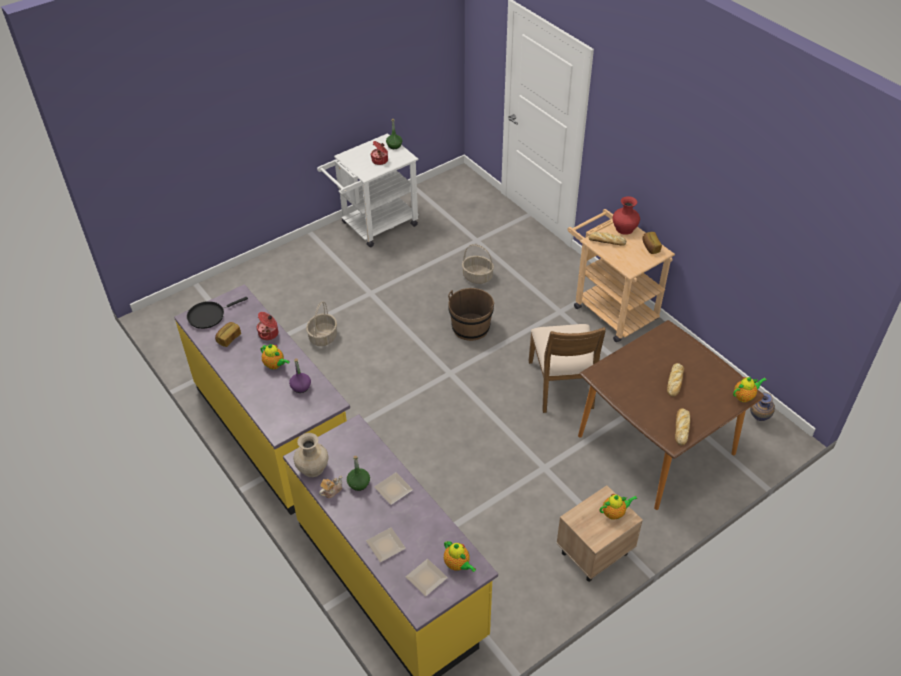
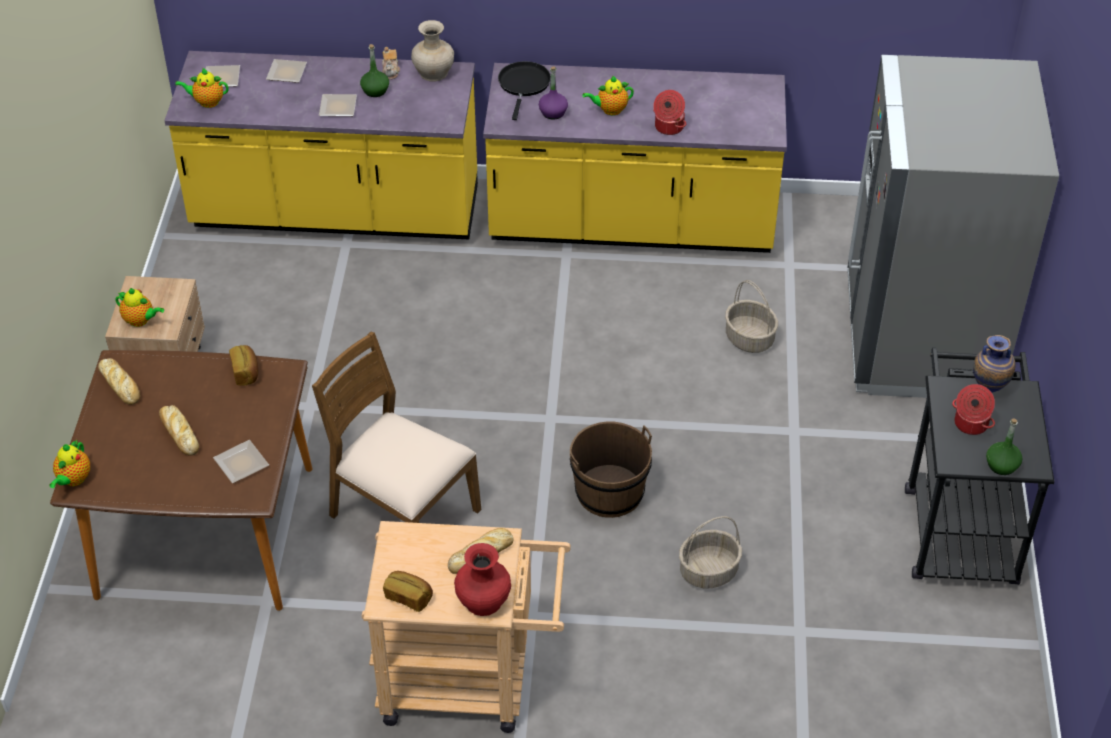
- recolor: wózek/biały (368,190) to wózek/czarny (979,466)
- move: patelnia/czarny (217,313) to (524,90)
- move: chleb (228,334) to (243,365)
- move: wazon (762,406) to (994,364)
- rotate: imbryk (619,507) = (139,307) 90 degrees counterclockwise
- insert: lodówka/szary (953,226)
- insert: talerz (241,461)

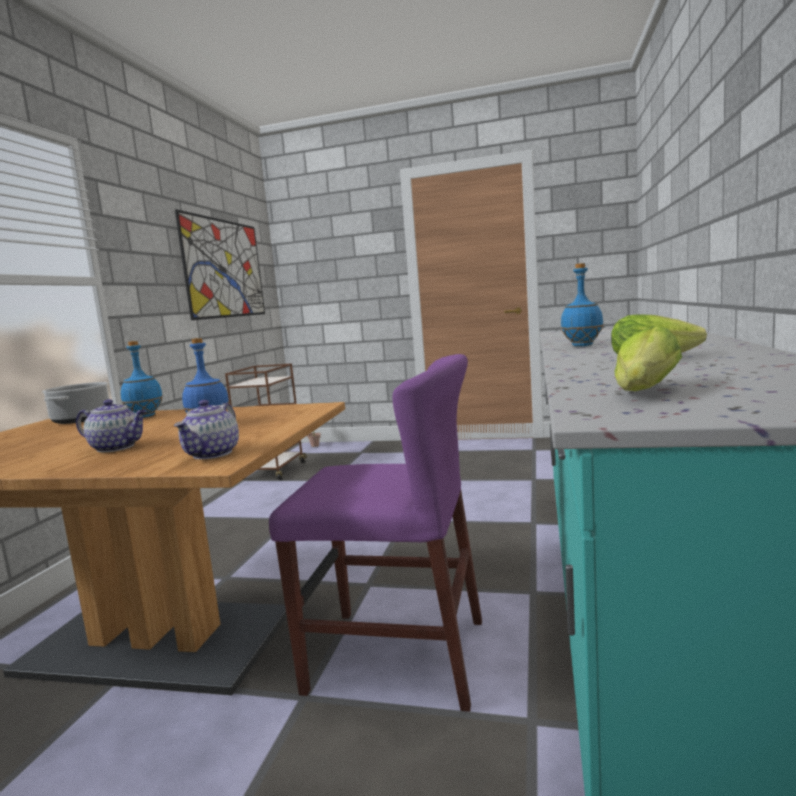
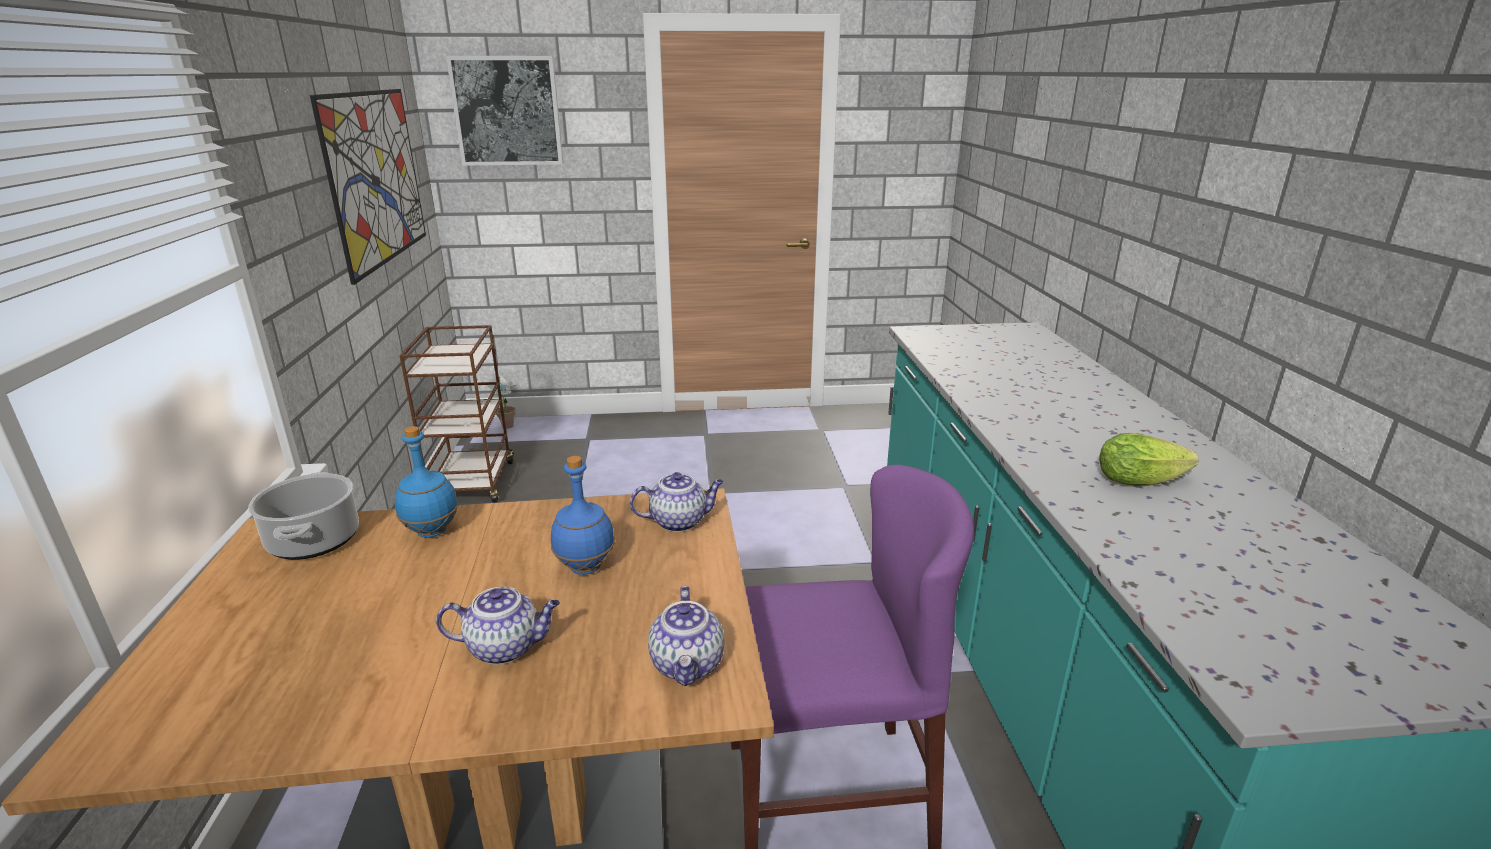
- delete: butelka/niebieski (582,304)
- delete: sałata (648,358)
- insert: obraz (504,111)
- insert: imbryk (677,502)

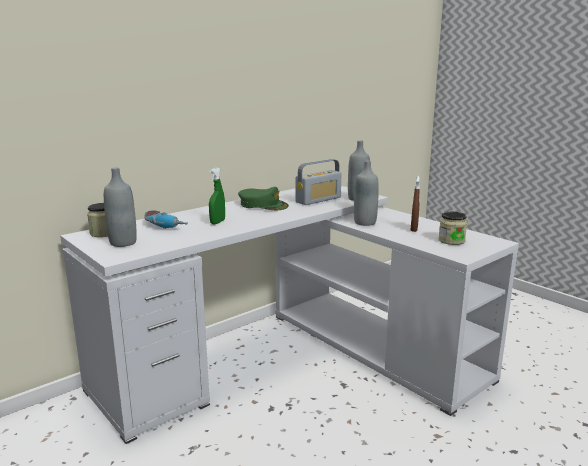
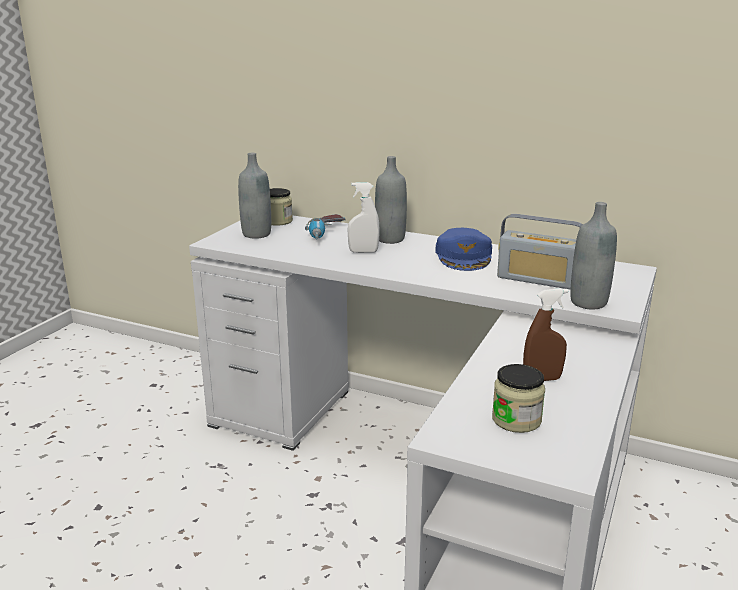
- move: butelka/szary (366,193) to (391,200)
- recolor: spryskiwacz/zielony (217,196) to spryskiwacz/biały (364,217)
- recolor: czapka z daszkiem/zielony (263,198) to czapka z daszkiem/niebieski (463,249)

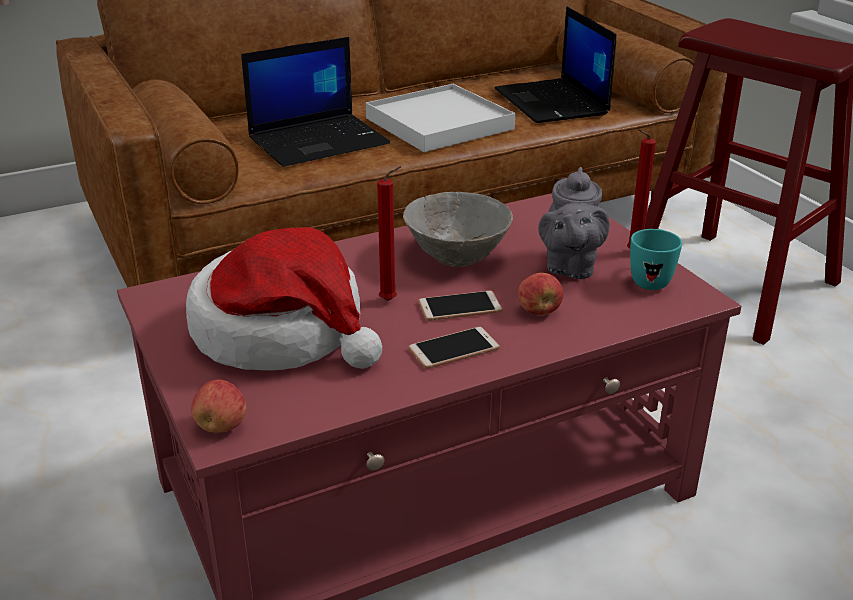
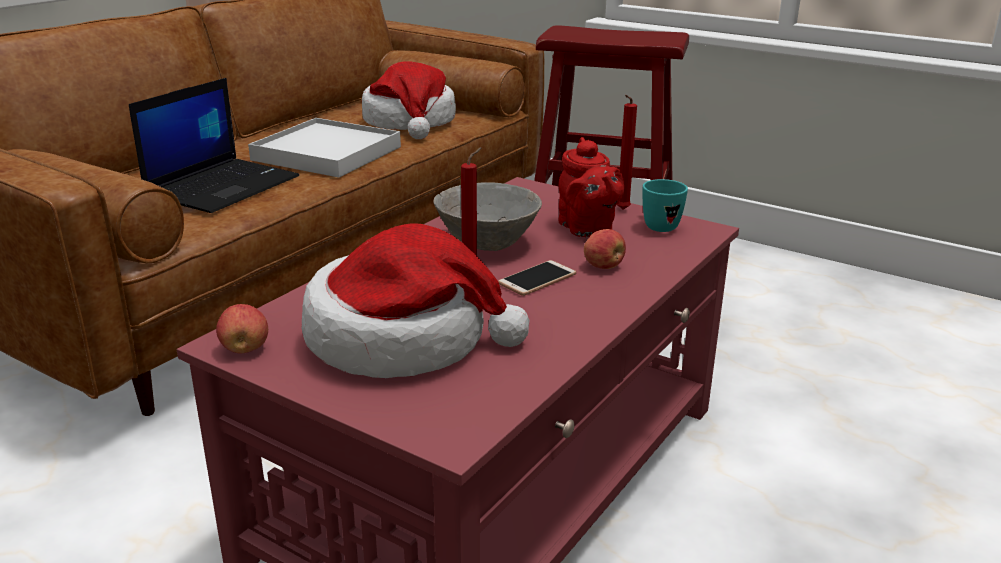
- replace: laptop (556,64) to kapelusz (409,100)
- recolor: imbryk/szary (574,223) to imbryk/czerwony (591,187)
- delete: telefon (454,348)
- move: jabłko (218,406) to (242,329)

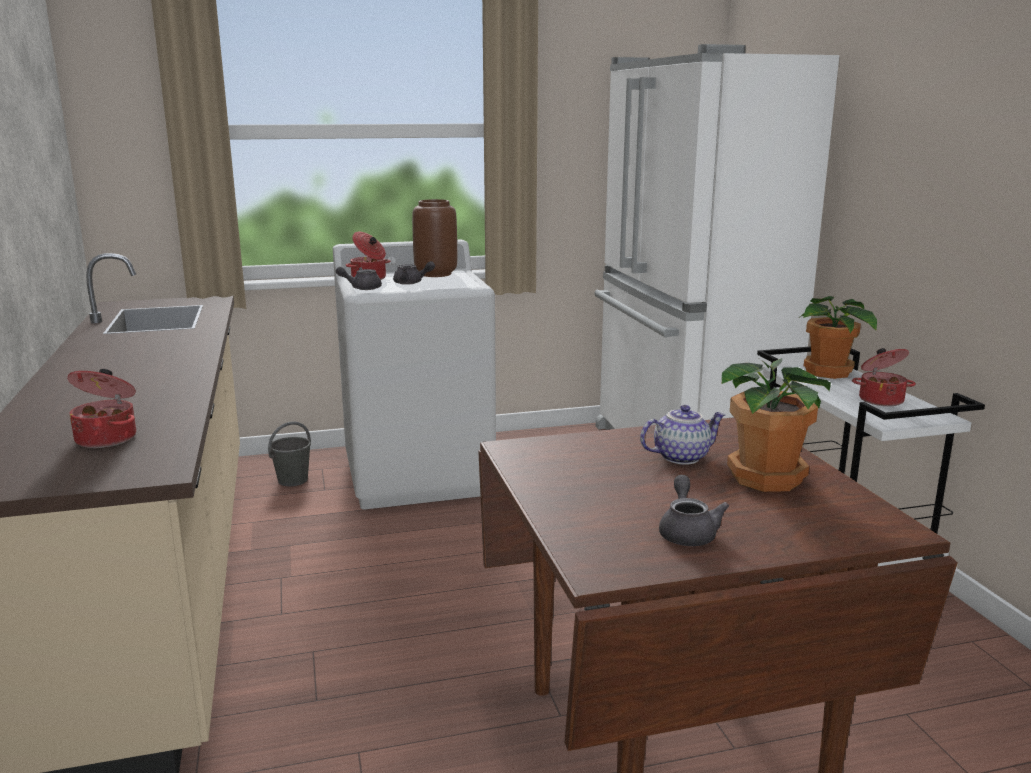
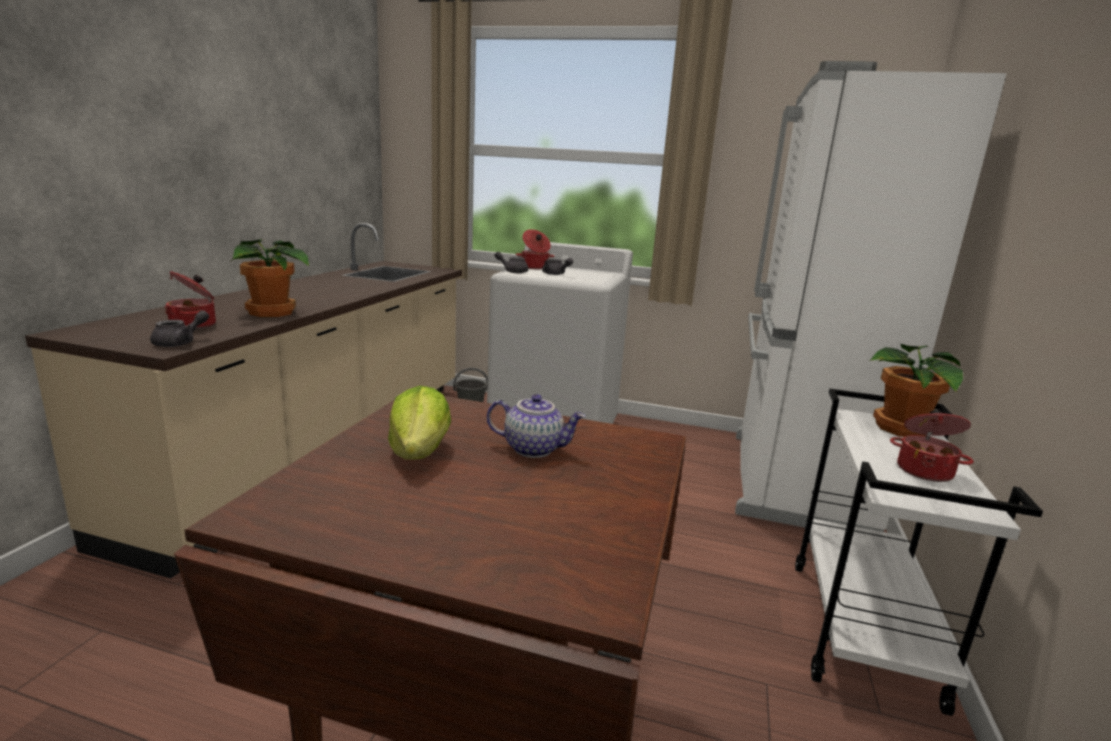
- delete: wazon/brązowy (434,238)
- move: roślina doniczkowa (776,425) to (270,278)
- move: imbryk/szary (694,510) to (179,328)
- insert: sałata (419,423)

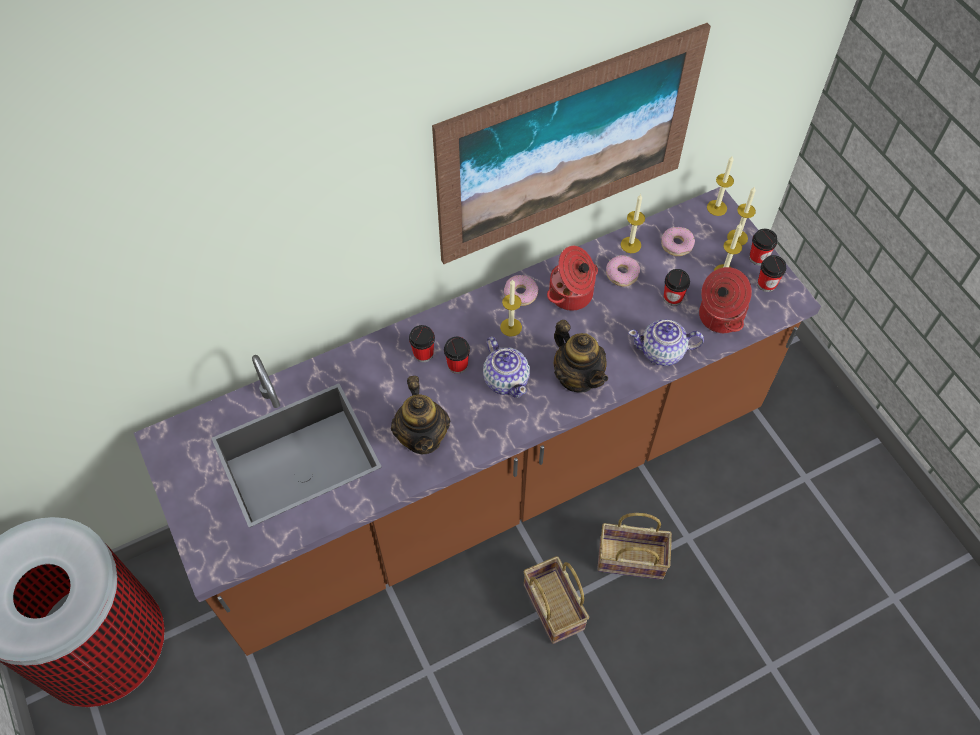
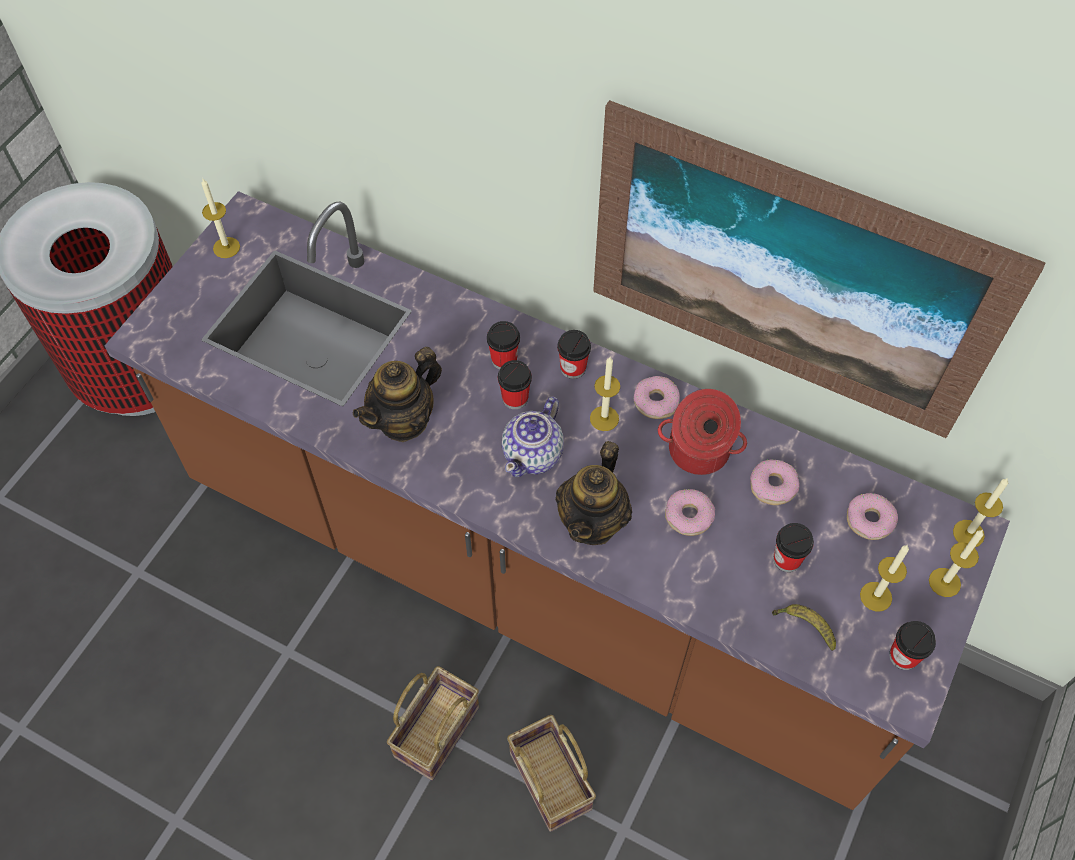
- move: świeca (633,223) to (220,218)
- move: filiżanka (763,247) to (574,354)
- replace: garnek (725,300) to banan (804,627)
- delete: imbryk (666,342)
- insert: donut (690,512)

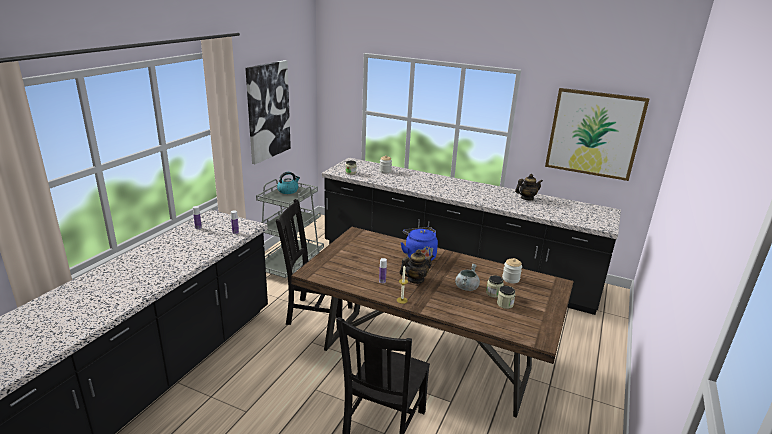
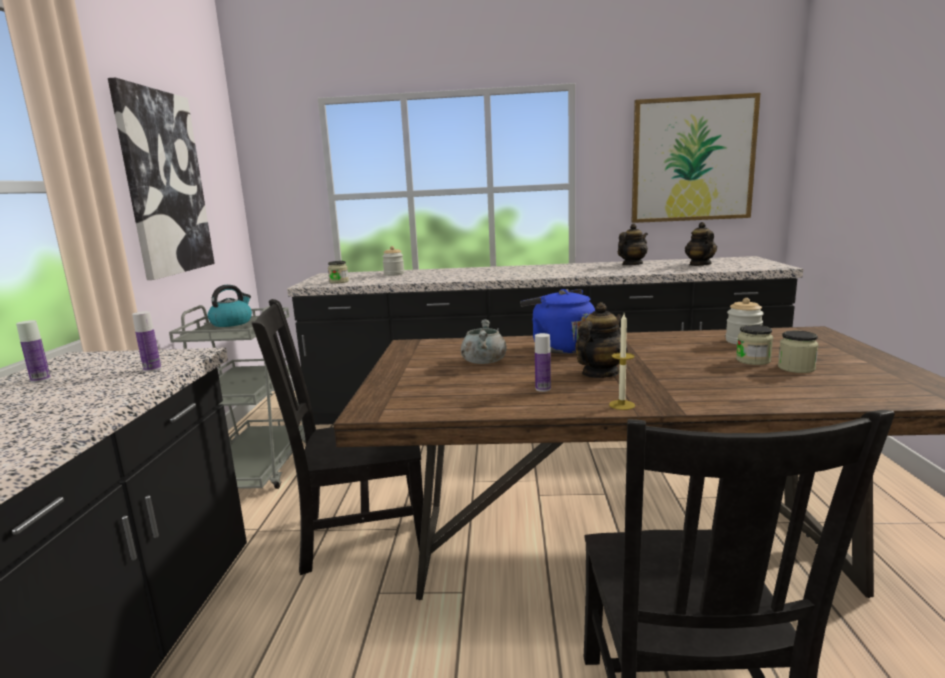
- move: garnek/szary (467,277) to (484,341)
- insert: imbryk (701,244)

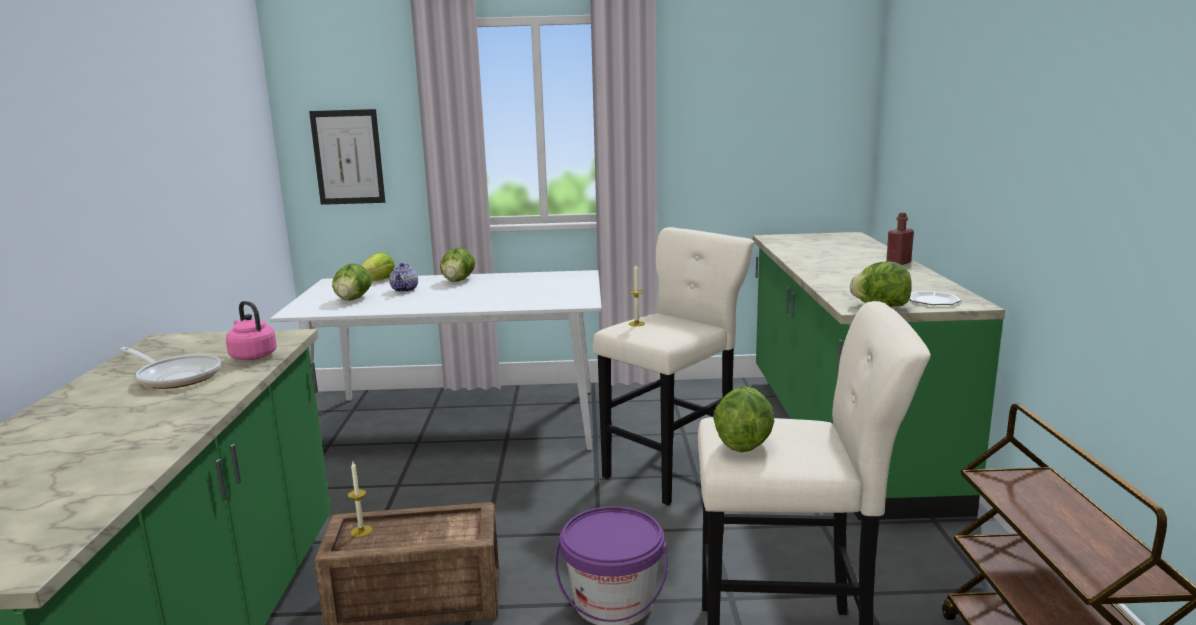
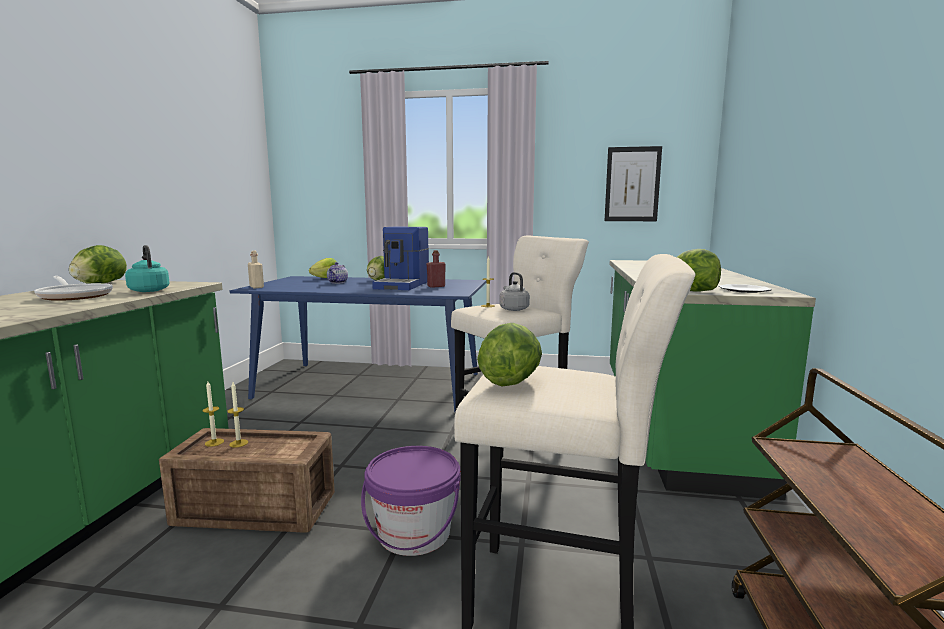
- move: obraz (347,157) to (633,183)
- move: butelka/czerwony (900,238) to (436,269)
- move: sałata (352,282) to (98,264)
- recolor: stół jadalny/biały (436,360) to stół jadalny/niebieski (358,344)
- recolor: czajnik/różowy (251,330) to czajnik/turkusowy (147,268)
- insert: ekspres do kawy (400,258)
- insert: butelka/beżowy (256,269)
- insert: czajnik/szary (514,291)
- insert: świeca (237,415)

